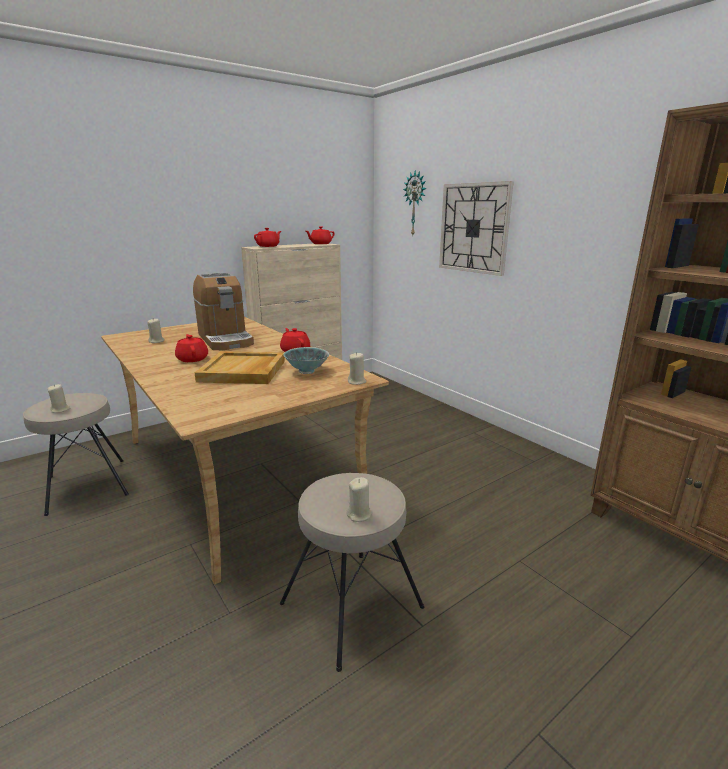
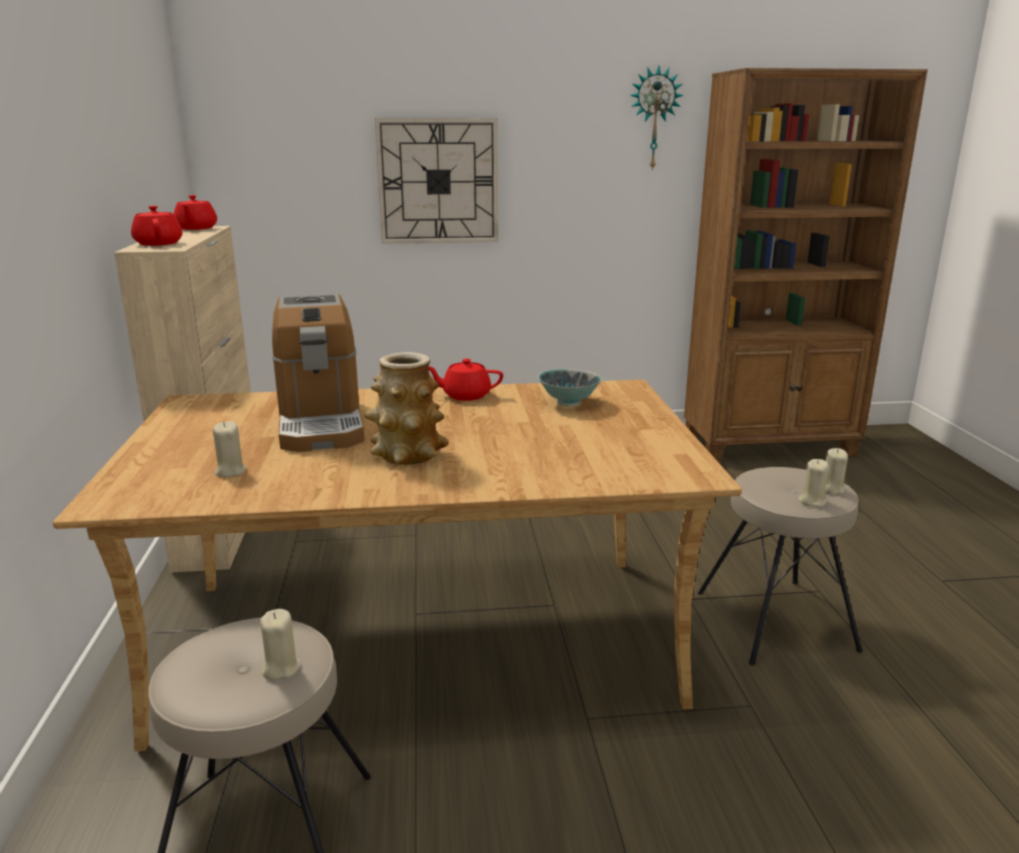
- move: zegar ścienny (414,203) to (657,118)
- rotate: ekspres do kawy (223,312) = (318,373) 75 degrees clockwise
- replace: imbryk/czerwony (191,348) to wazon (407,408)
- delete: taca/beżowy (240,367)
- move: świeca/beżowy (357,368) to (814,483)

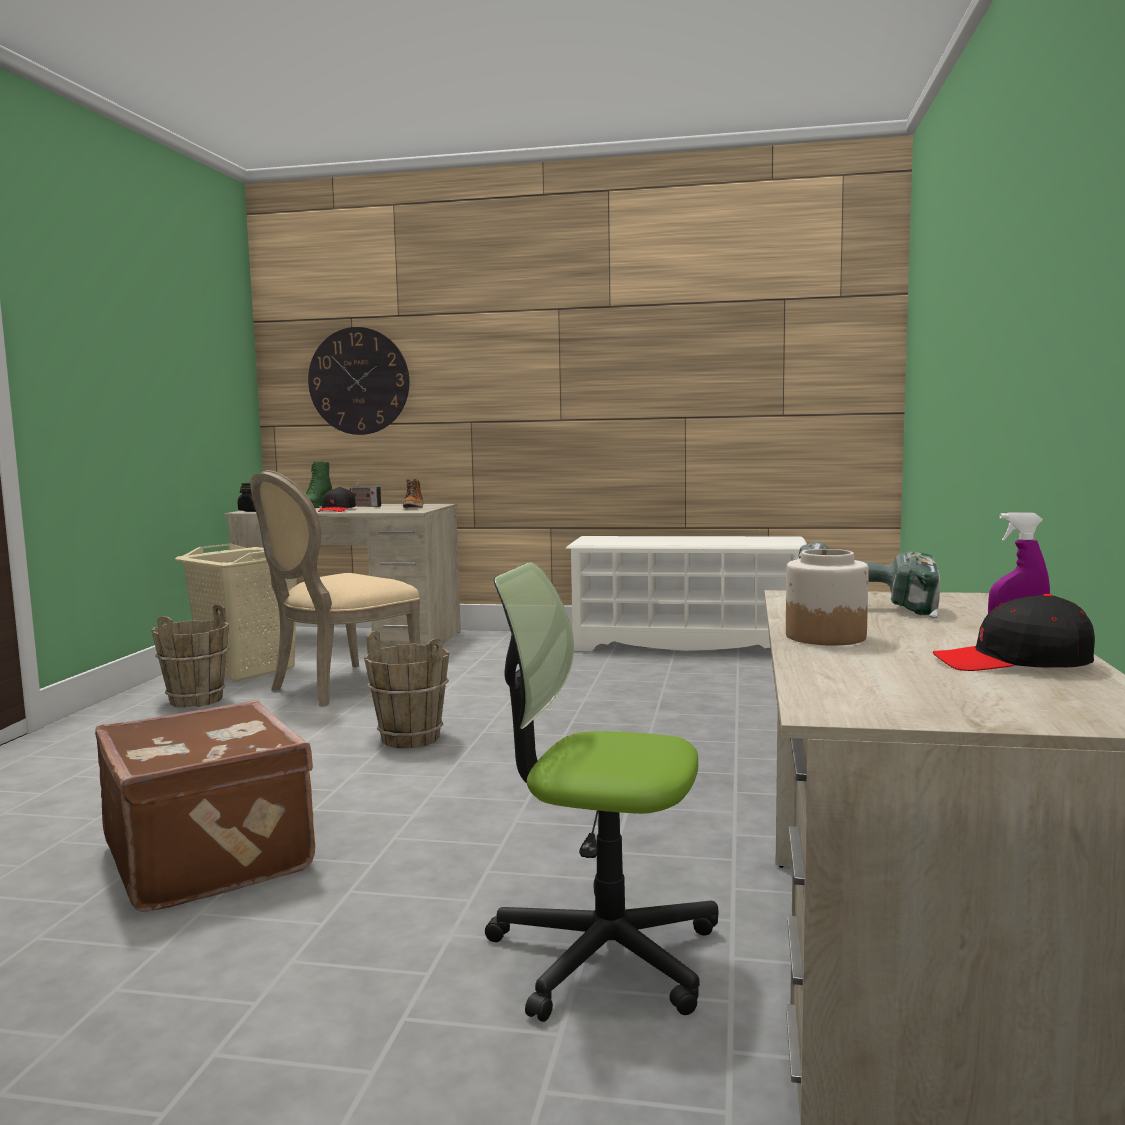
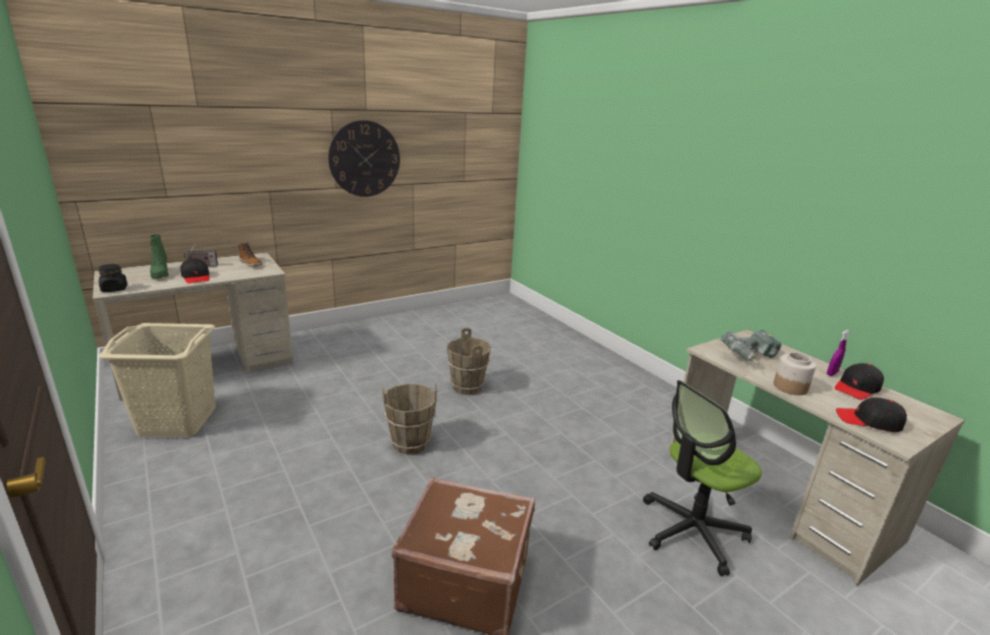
- move: zegar ścienny (358,381) to (364,158)
- delete: krzesło/beżowy (335,588)
- delete: regał na buty/biały (686,593)
- move: wiadro/brązowy (190,656) to (469,361)
- insert: czapka z daszkiem/czarny (871,414)

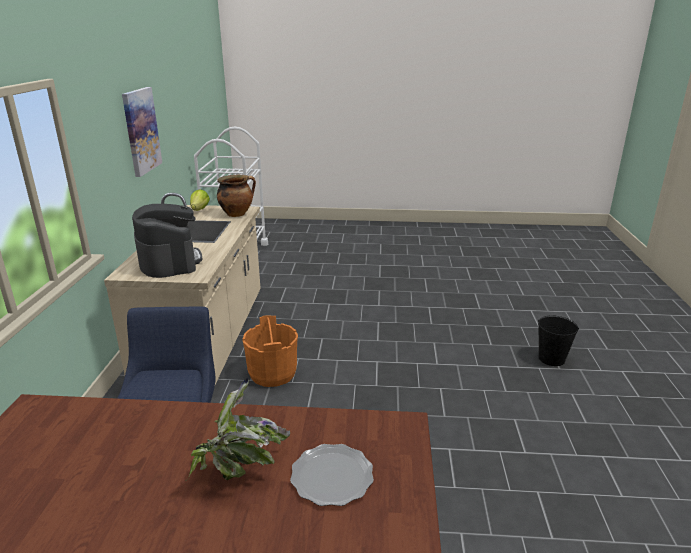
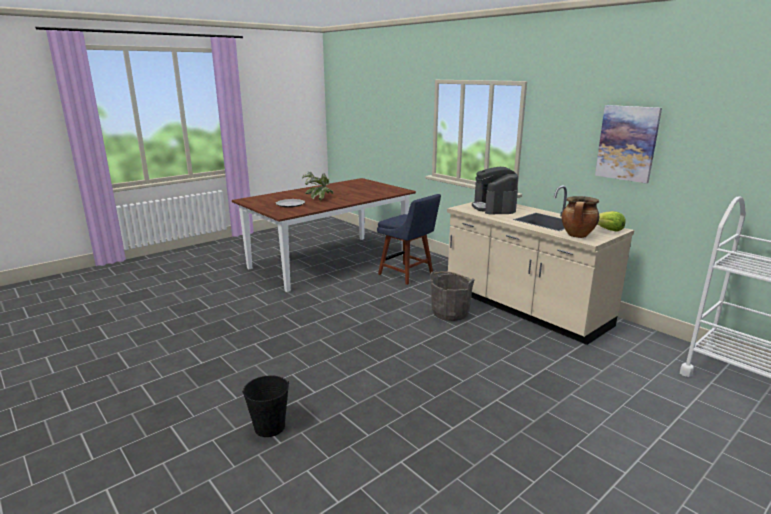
- rotate: ekspres do kawy (167,241) = (495,191) 60 degrees clockwise
- recolor: wiadro/pomarańczowy (270,351) to wiadro/szary (452,295)

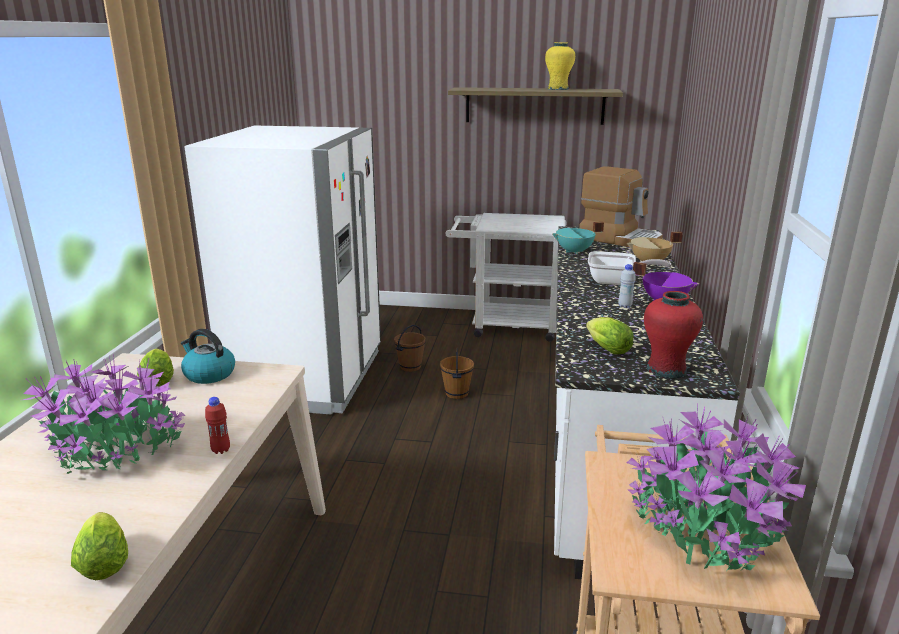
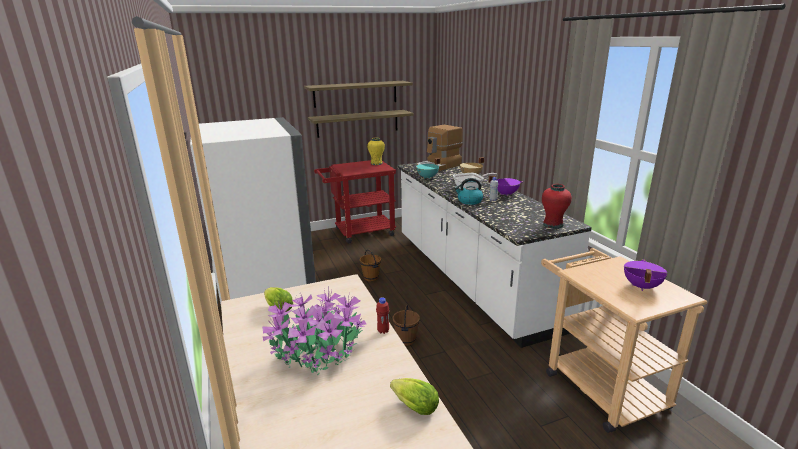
- move: wazon/żółty (560,66) to (376,151)
- rotate: ekspres do kawy (621,206) = (440,148) 135 degrees clockwise
- recolor: wózek/biały (506,277) to wózek/czerwony (355,201)
- delete: sałata (610,335)
- move: wiadro/brązowy (410,348) to (406,325)
- move: czajnik (208,356) to (468,191)
- replace: roślina doniczkowa (716,486) to garnek/fioletowy (645,275)
- insert: półka (361,124)

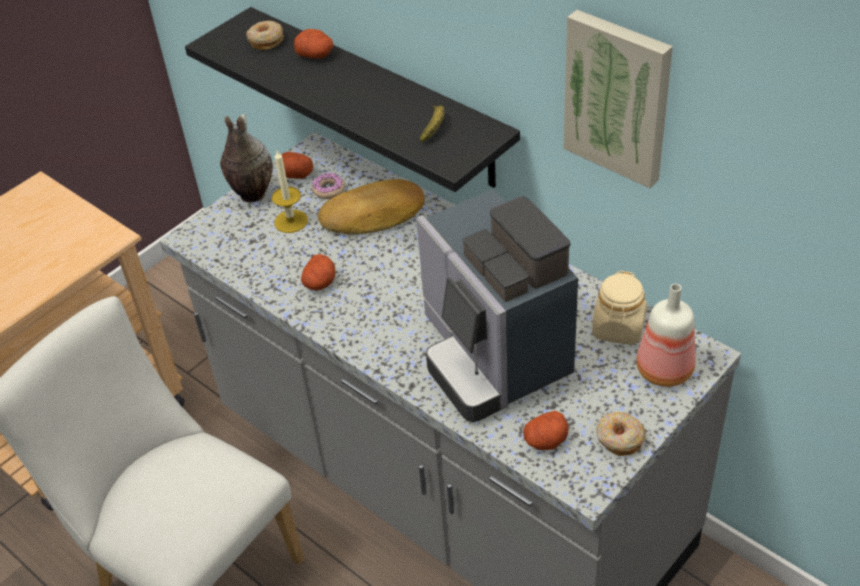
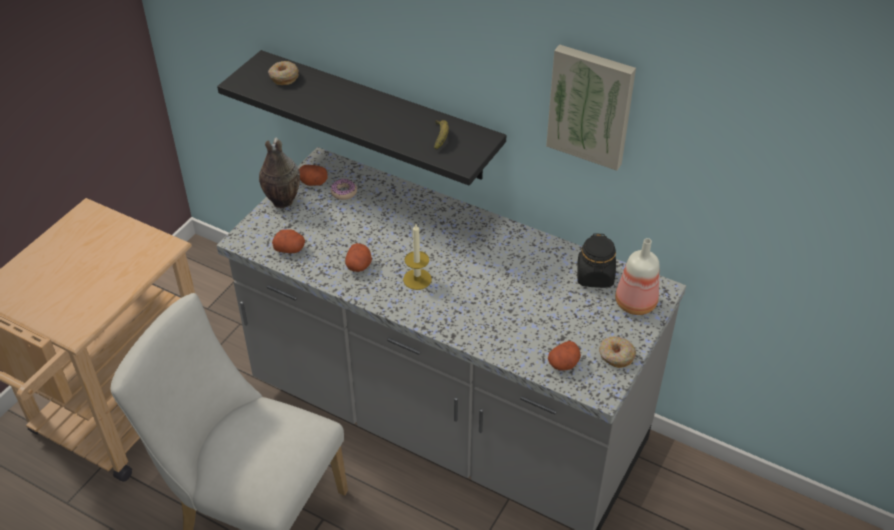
- move: ziemniak (313,44) to (288,241)
- move: świeca (289,191) to (417,257)
- delete: chleb (371,207)
- delete: ekspres do kawy (497,305)
- recolor: słoik/beżowy (619,308) to słoik/czarny (596,260)

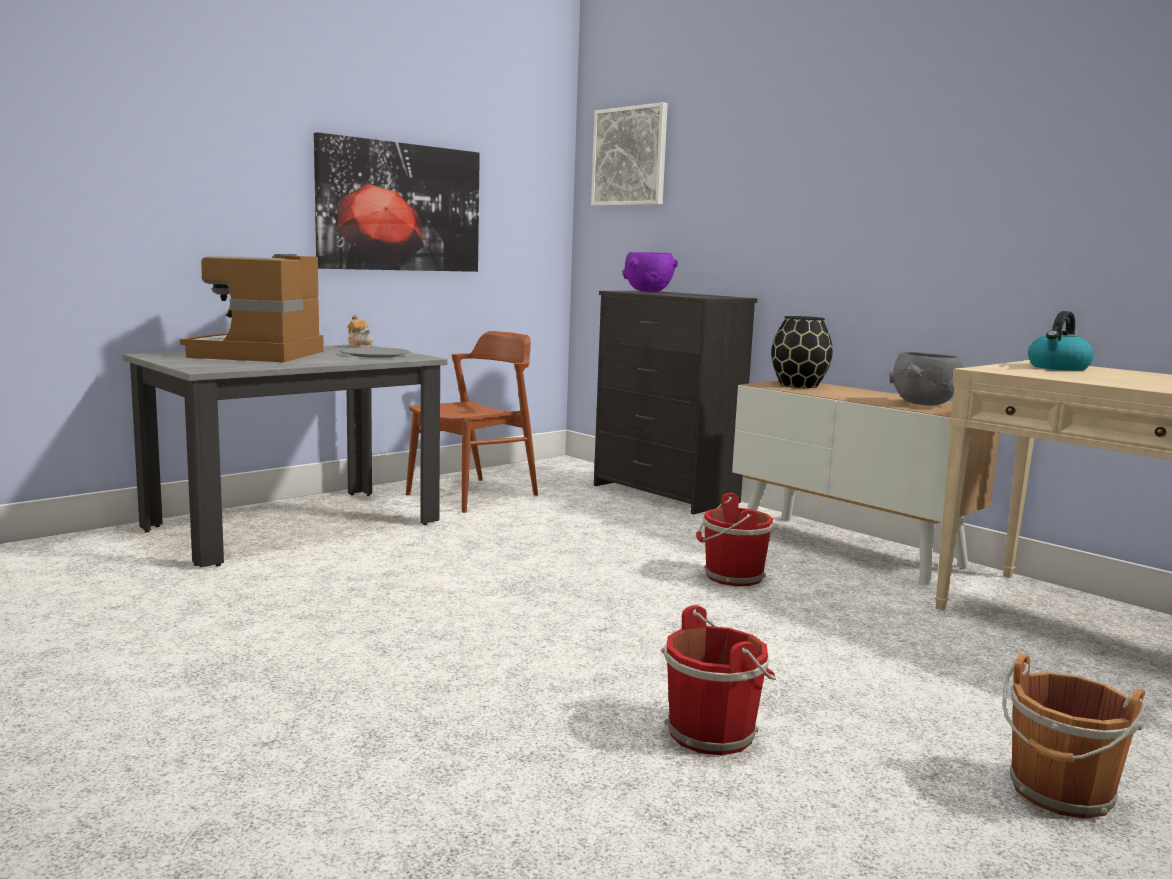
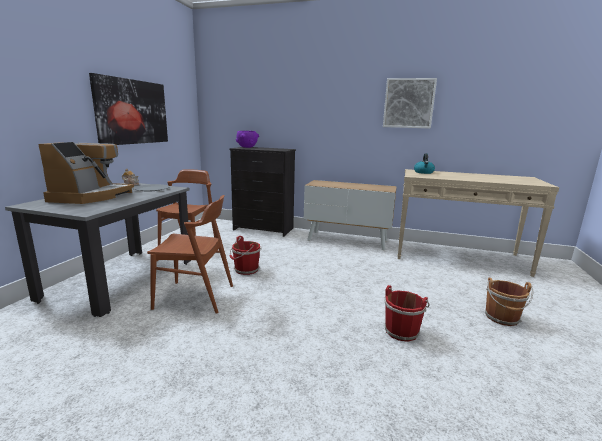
- move: obraz (629,154) to (410,103)
- rotate: ekspres do kawy (252,308) = (86,173) 150 degrees counterclockwise
- delete: wazon/czarny (802,352)
- delete: miska/szary (928,379)
- move: wiadro/czerwony (735,539) to (246,255)
- insert: krzesło/brązowy (190,254)

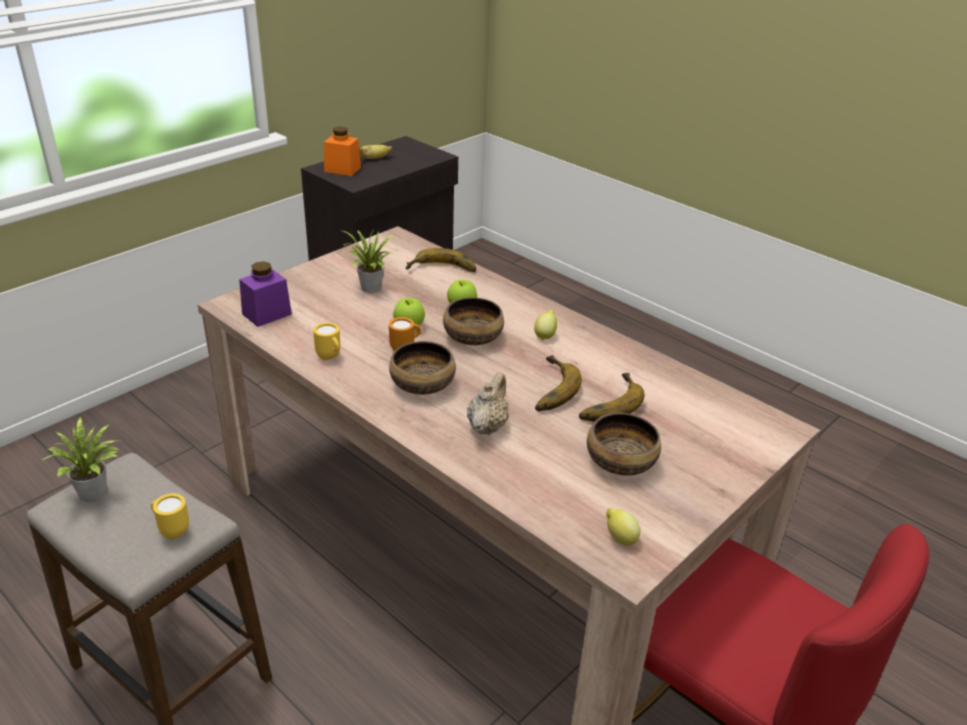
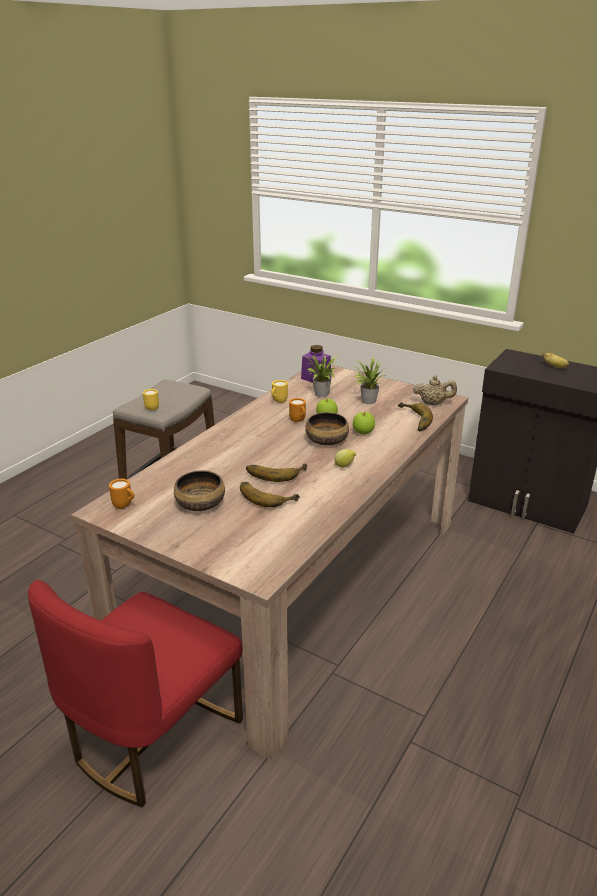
- delete: słoik/pomarańczowy (342,151)
- delete: miska (422,368)
- move: imbryk/beżowy (488,403) to (435,390)
- move: roślina doniczkowa (80,459) to (320,376)
- replace: cytryna (623,527) to kubek/pomarańczowy (121,494)

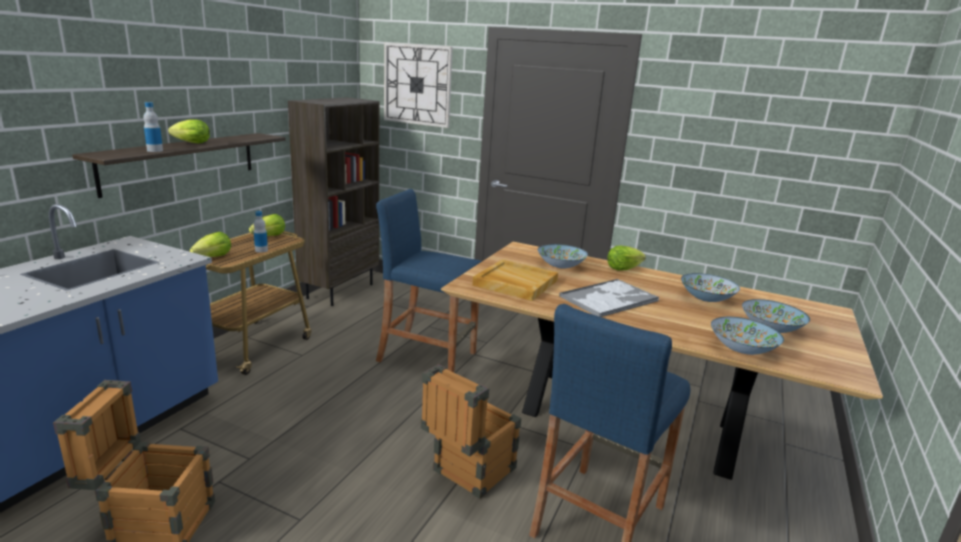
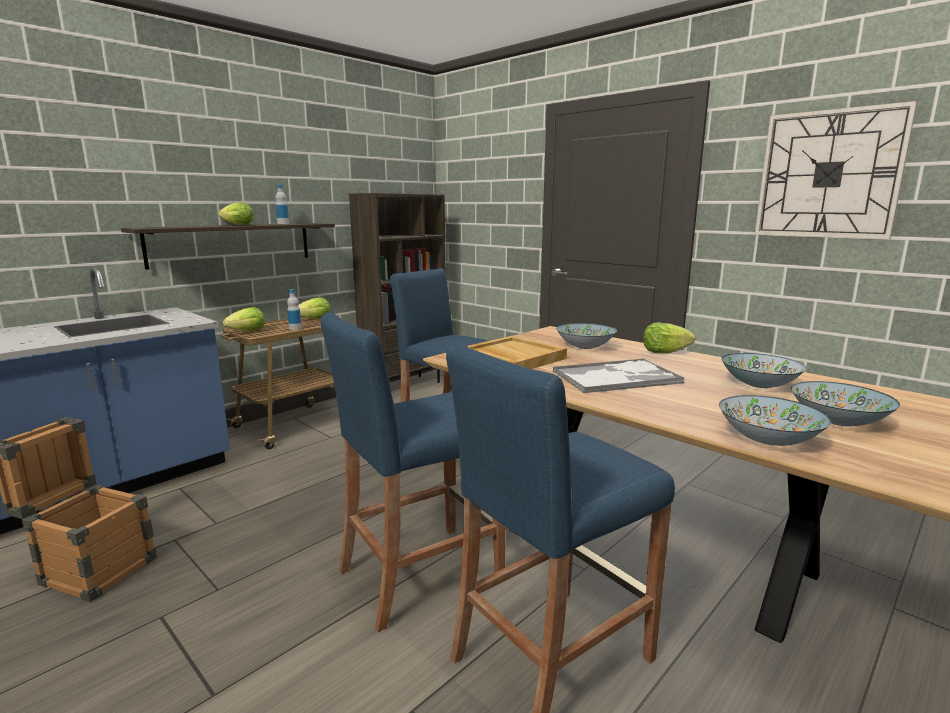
- move: zegar ścienny (418,85) to (836,170)
- move: butelka (153,127) to (282,204)
- replace: skrzynka (471,431) to stołek/niebieski (413,472)

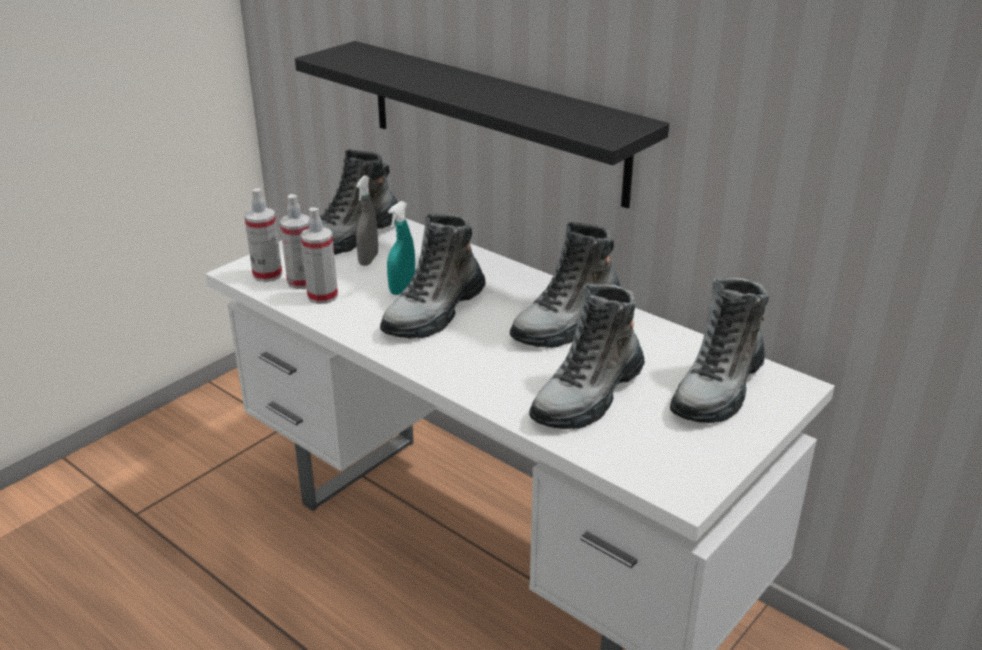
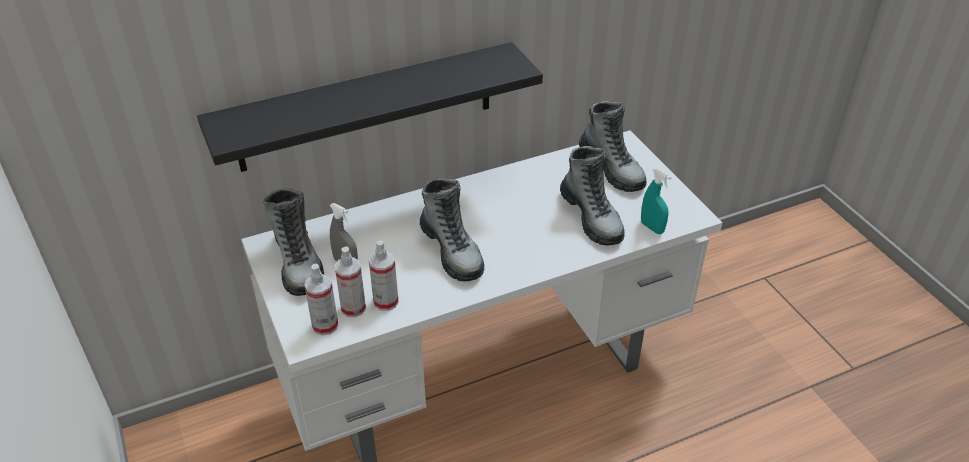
- move: spryskiwacz/turkusowy (401,248) to (656,201)
- delete: but z cholewką (565,285)

